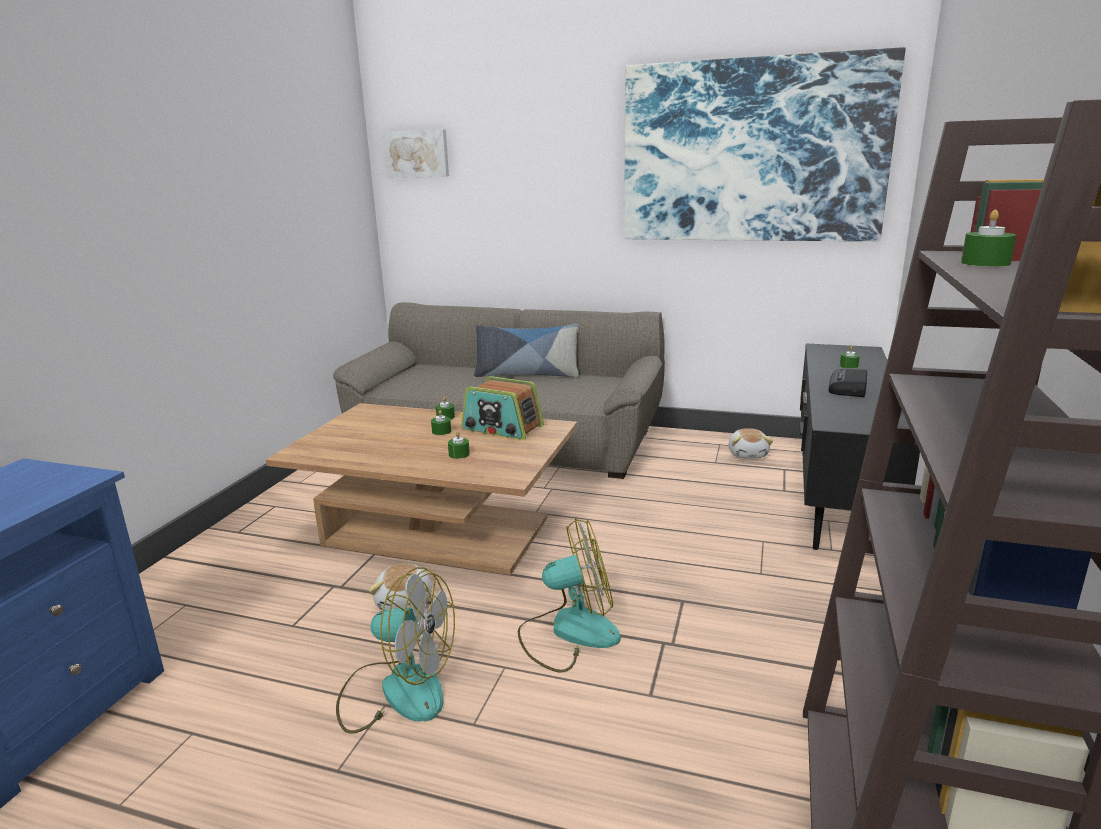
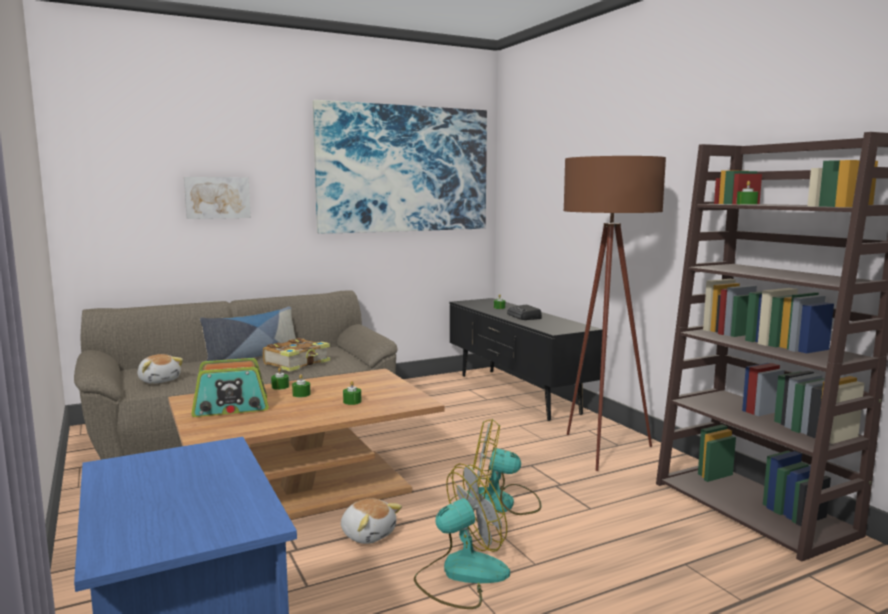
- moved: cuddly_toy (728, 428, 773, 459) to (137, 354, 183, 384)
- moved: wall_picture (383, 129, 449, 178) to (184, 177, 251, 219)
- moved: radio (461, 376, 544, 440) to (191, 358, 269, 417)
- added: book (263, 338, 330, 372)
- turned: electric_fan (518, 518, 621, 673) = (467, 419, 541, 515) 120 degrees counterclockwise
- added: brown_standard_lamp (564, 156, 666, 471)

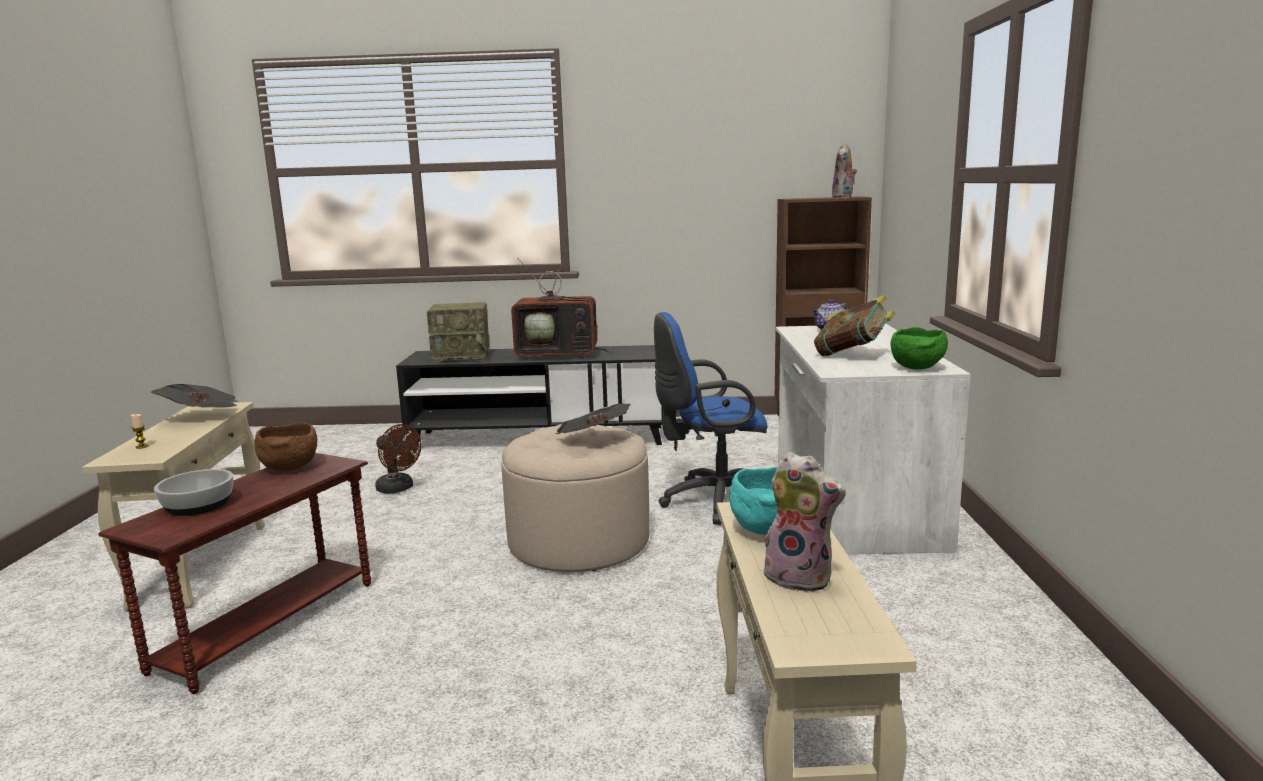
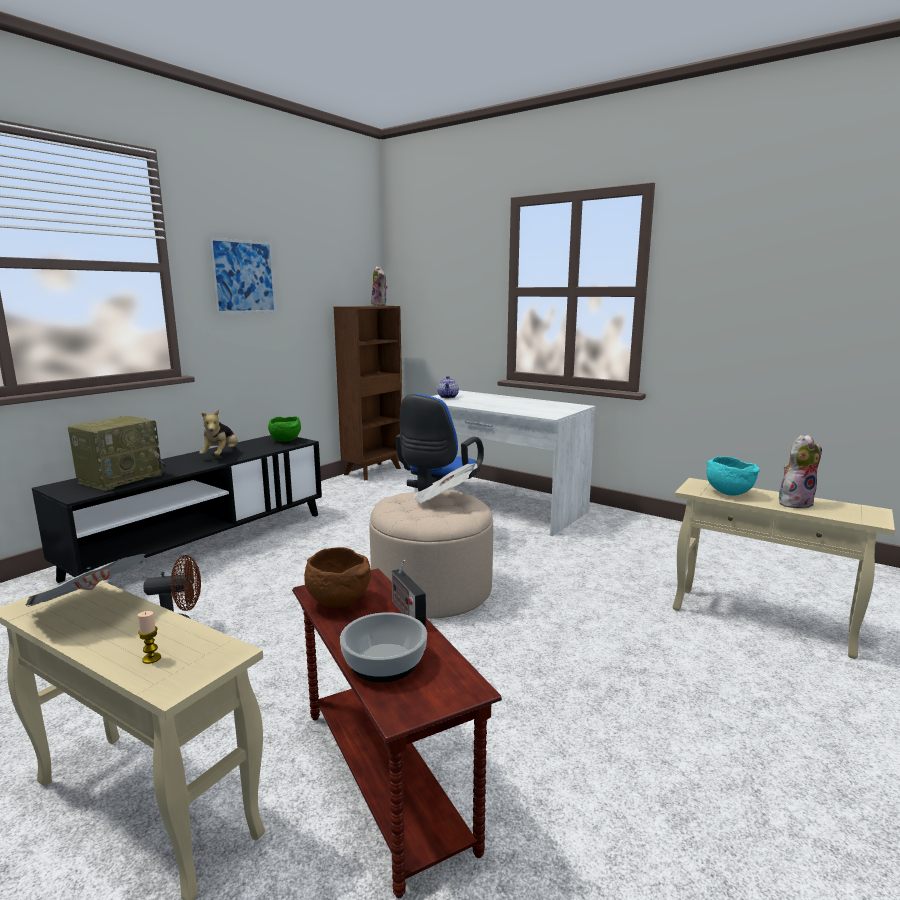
- replaced: TV (511, 249, 612, 360) to cuddly_toy (199, 409, 238, 456)
- added: wall_picture (209, 238, 276, 314)
- moved: greenish_bowl (891, 327, 948, 370) to (268, 416, 301, 442)
- added: radio (391, 560, 426, 627)
- removed: book (814, 295, 895, 356)

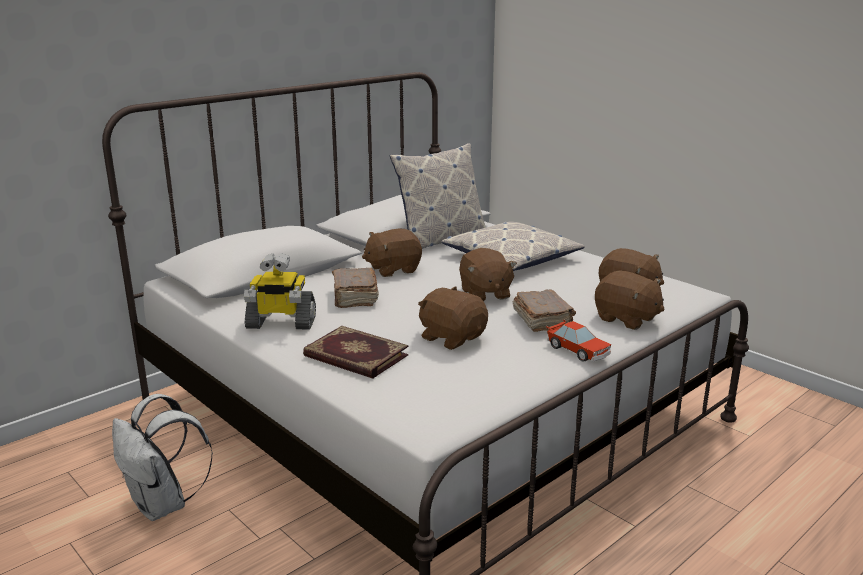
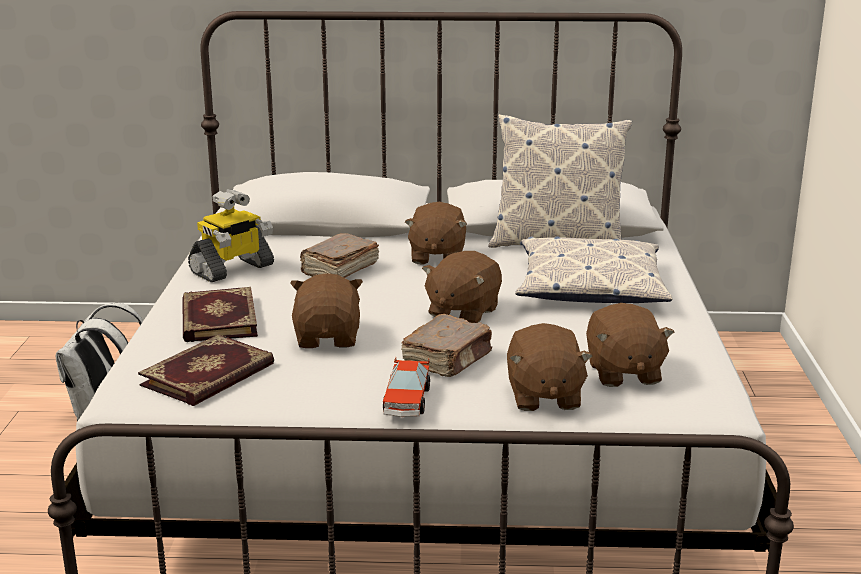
- added: book (138, 334, 274, 406)
- turned: model_robot (244, 253, 316, 330) = (188, 189, 274, 282) 90 degrees counterclockwise
- turned: brown_cuddly_toy (362, 229, 422, 277) = (405, 202, 467, 264) 105 degrees counterclockwise

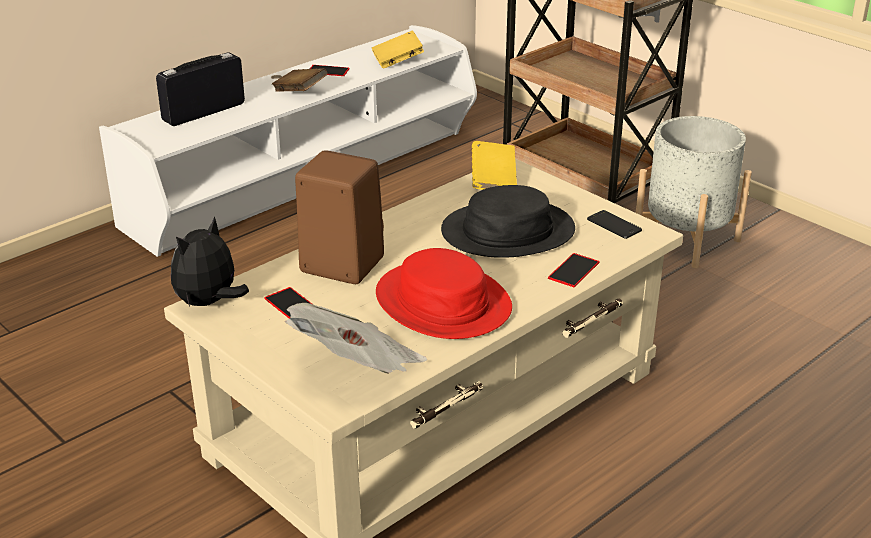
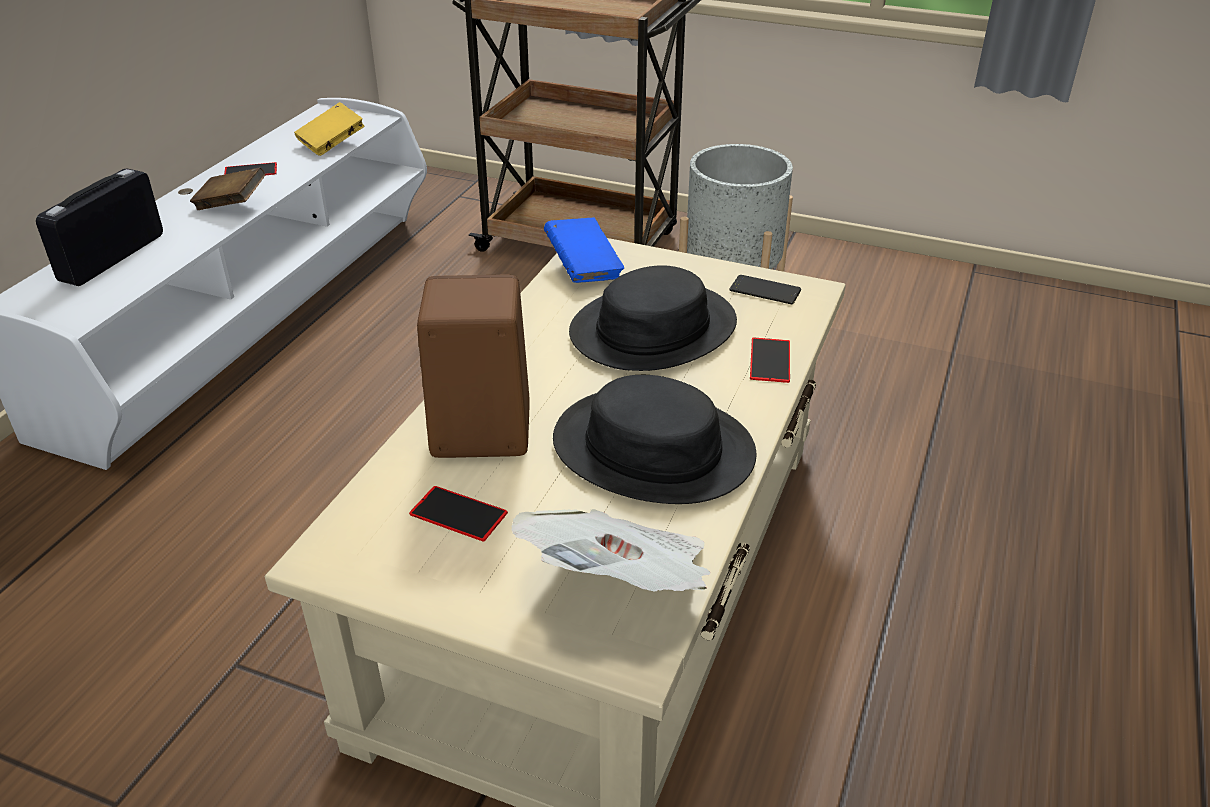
- recoloured: yellowish_book (472, 141, 517, 190) to bluish_book (544, 217, 624, 283)
- recoloured: red_clothing_hat (376, 248, 512, 339) to black-coloured_clothing_hat (553, 375, 756, 504)
- removed: cuddly_toy (171, 217, 249, 307)

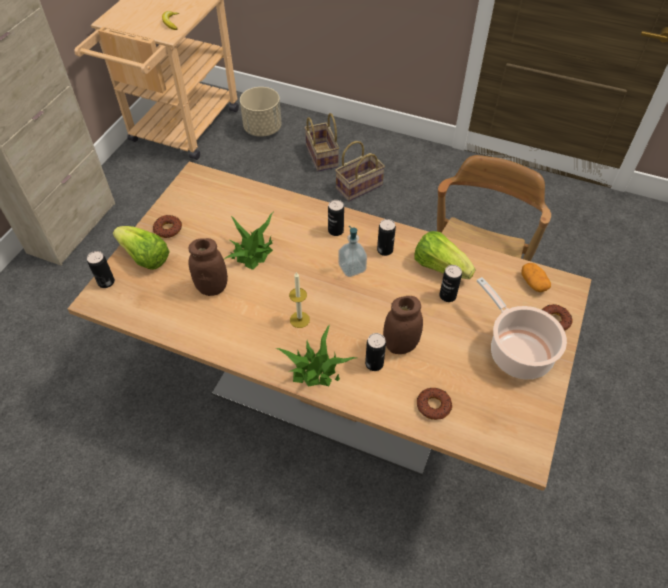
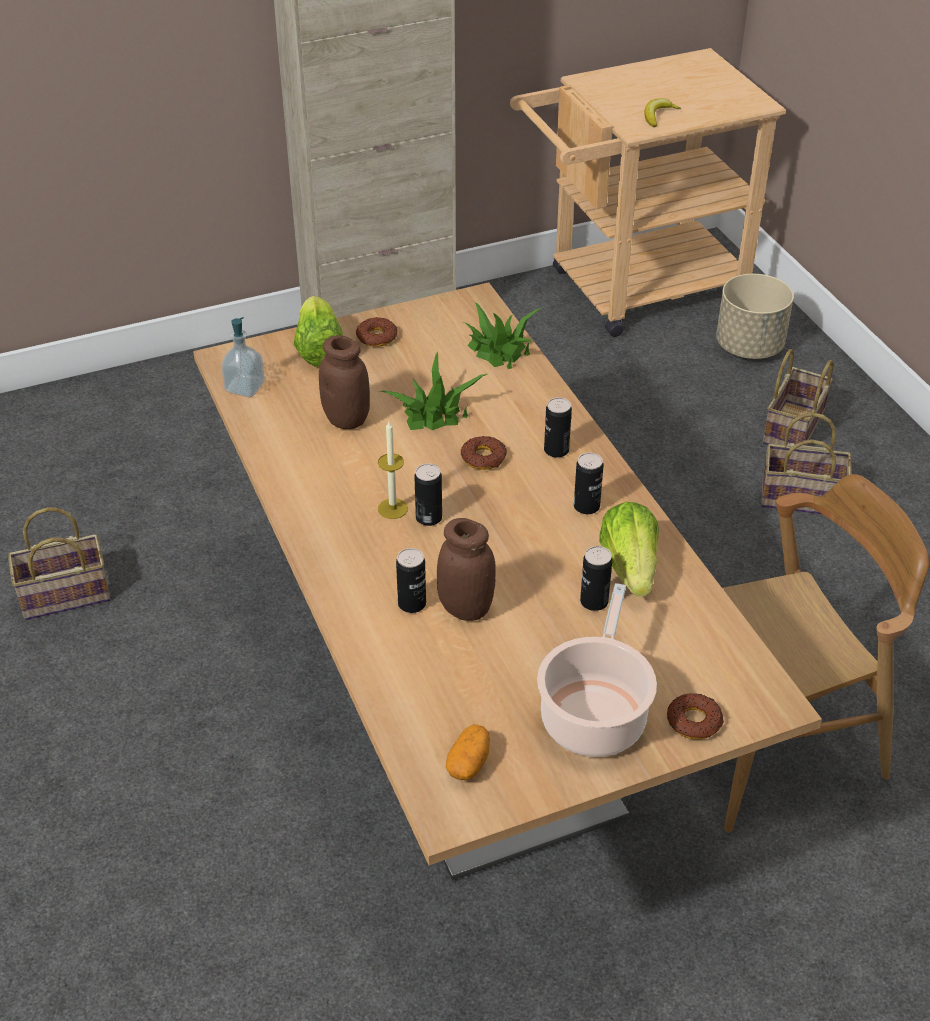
- added: household_basket (8, 507, 110, 620)
- moved: soap_dispenser (339, 226, 367, 277) to (221, 317, 265, 397)
- moved: can (87, 251, 115, 288) to (414, 464, 442, 526)
- moved: whole_potato (521, 263, 551, 292) to (446, 724, 490, 780)
- moved: doughnut (417, 388, 453, 420) to (461, 436, 507, 470)
- moved: houseplant (276, 324, 356, 387) to (464, 302, 541, 369)

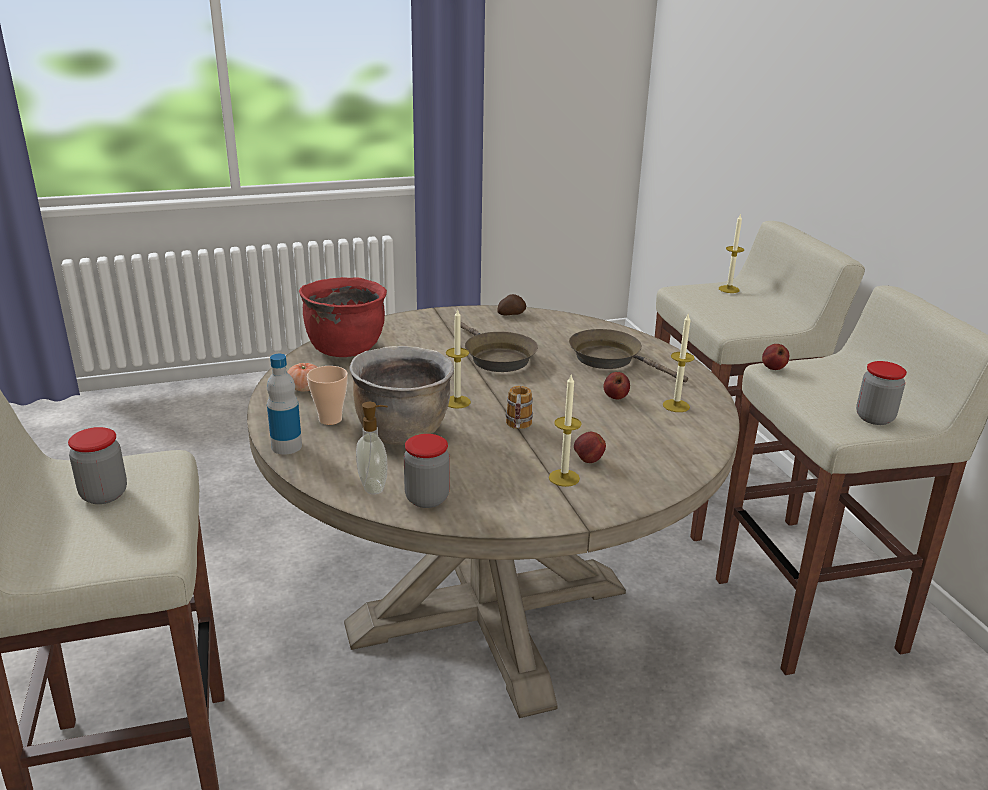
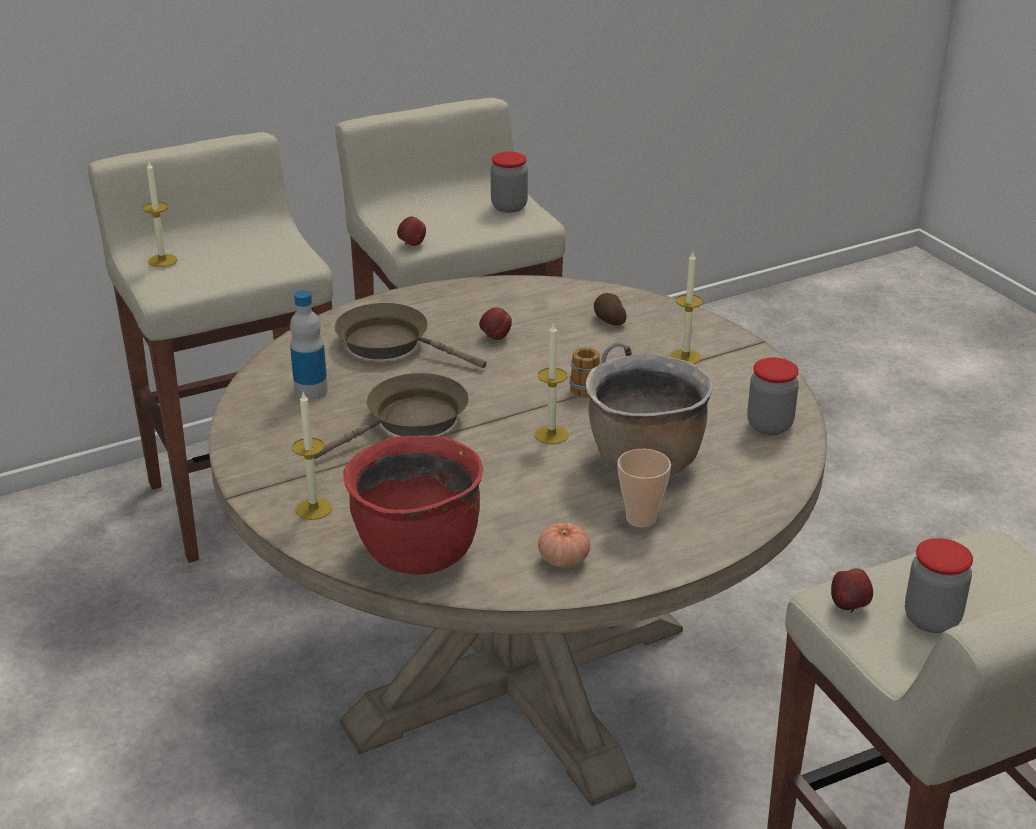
- moved: beverage_bottle (267, 354, 302, 455) to (290, 290, 328, 400)
- moved: wax_light (663, 314, 695, 412) to (292, 392, 332, 520)
- turned: brown_frying_pan (569, 329, 688, 383) = (334, 303, 486, 368) 90 degrees clockwise
- moved: whole_potato (497, 294, 526, 315) to (594, 293, 627, 325)
- moved: apple_fruit (574, 432, 606, 463) to (831, 568, 873, 613)
- removed: soap_dispenser (356, 402, 388, 495)

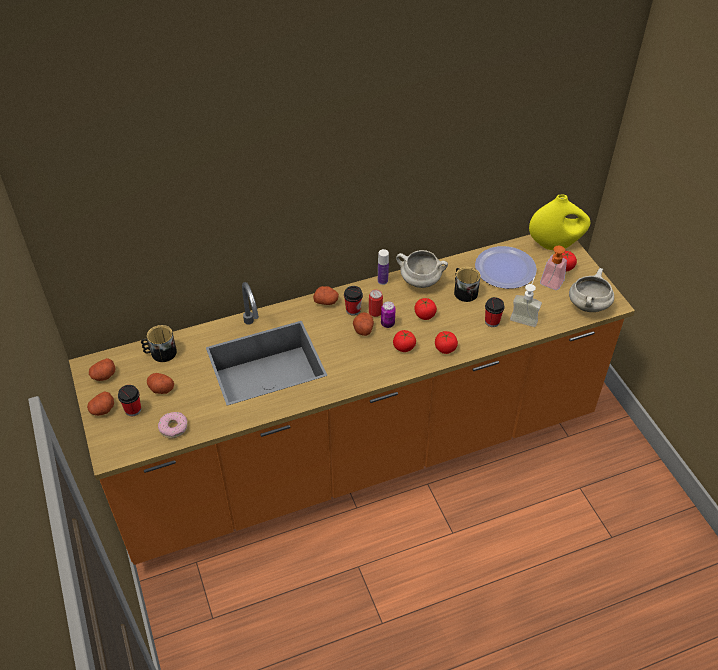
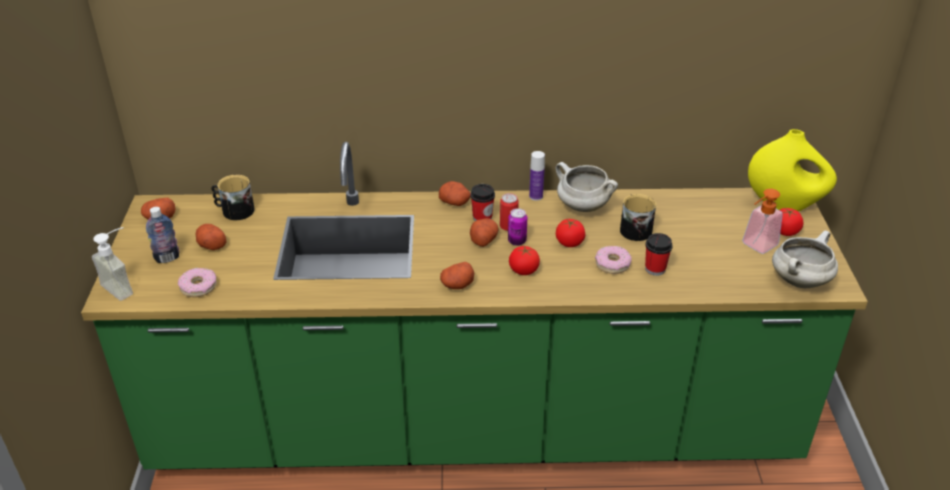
- recoloured: orangey_kitchen_counter (69, 234, 635, 565) to greenish_kitchen_counter (81, 142, 868, 470)
- moved: soap_dispenser (510, 277, 542, 327) to (92, 227, 133, 301)
- replaced: small_cup (118, 385, 141, 416) to beverage_bottle (146, 207, 180, 263)
- moved: whole_potato (87, 391, 114, 416) to (440, 262, 474, 289)
- added: doughnut (595, 246, 632, 274)
- removed: fresh_tomato (435, 331, 458, 354)
- removed: flat_dish (475, 246, 537, 289)

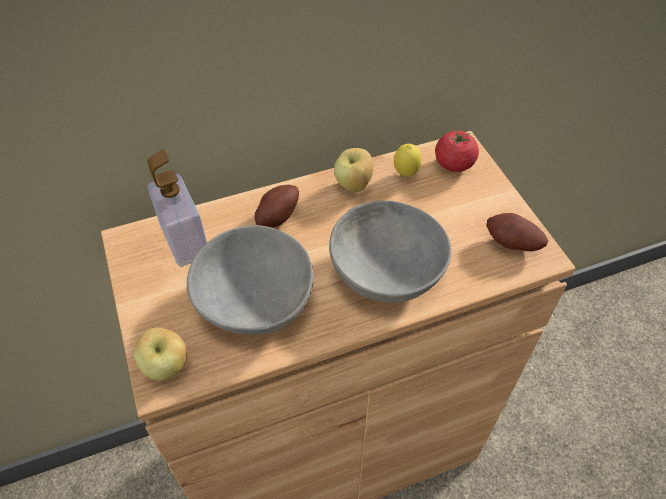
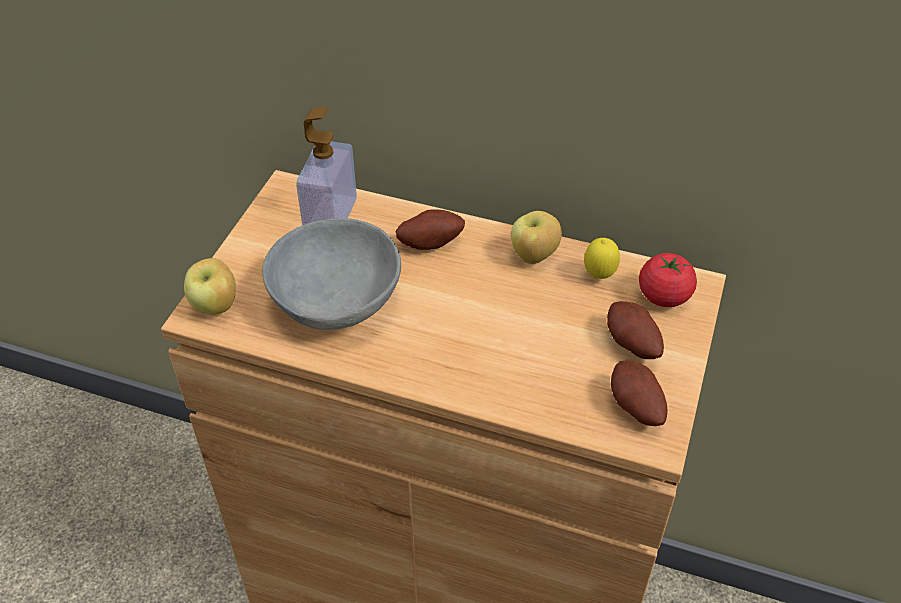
- added: whole_potato (607, 301, 664, 359)
- removed: greyish_bowl (329, 201, 451, 303)

